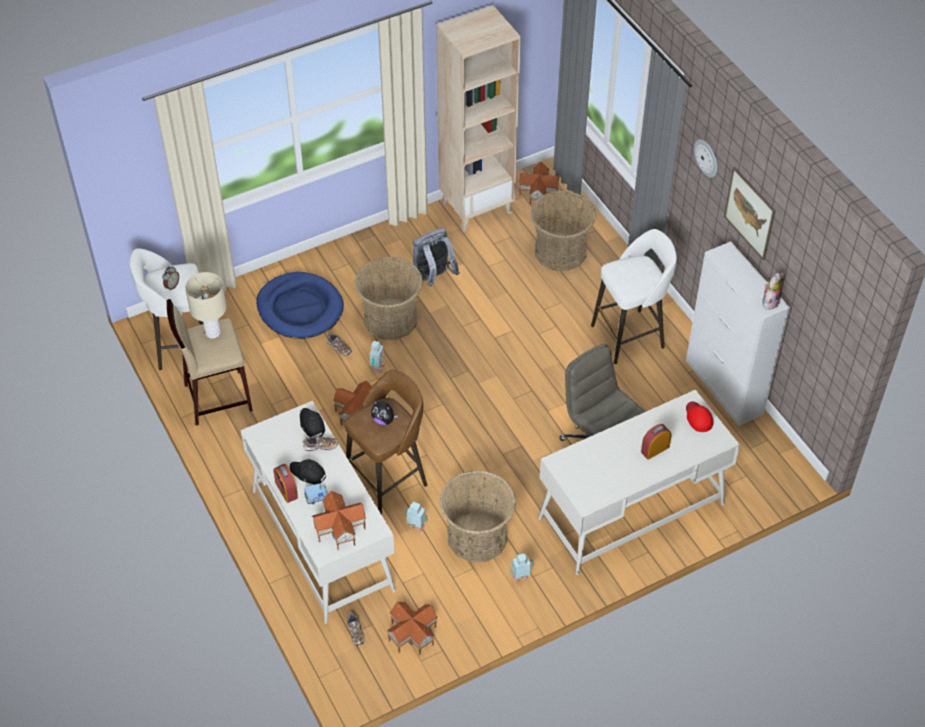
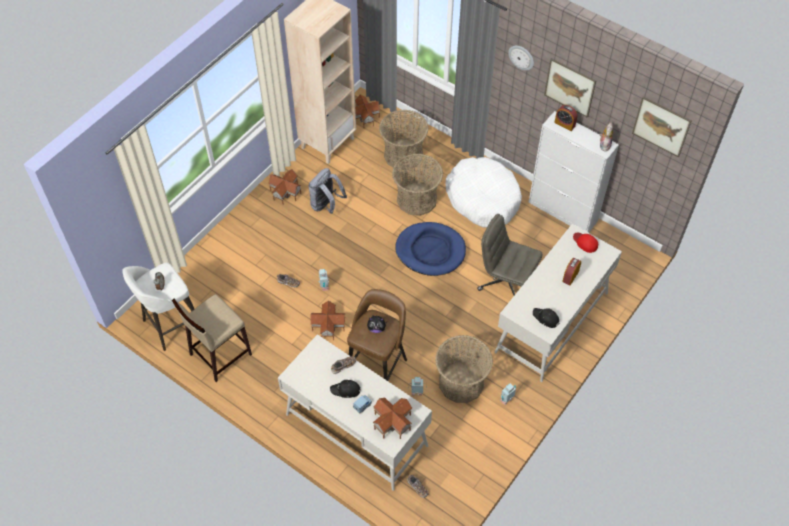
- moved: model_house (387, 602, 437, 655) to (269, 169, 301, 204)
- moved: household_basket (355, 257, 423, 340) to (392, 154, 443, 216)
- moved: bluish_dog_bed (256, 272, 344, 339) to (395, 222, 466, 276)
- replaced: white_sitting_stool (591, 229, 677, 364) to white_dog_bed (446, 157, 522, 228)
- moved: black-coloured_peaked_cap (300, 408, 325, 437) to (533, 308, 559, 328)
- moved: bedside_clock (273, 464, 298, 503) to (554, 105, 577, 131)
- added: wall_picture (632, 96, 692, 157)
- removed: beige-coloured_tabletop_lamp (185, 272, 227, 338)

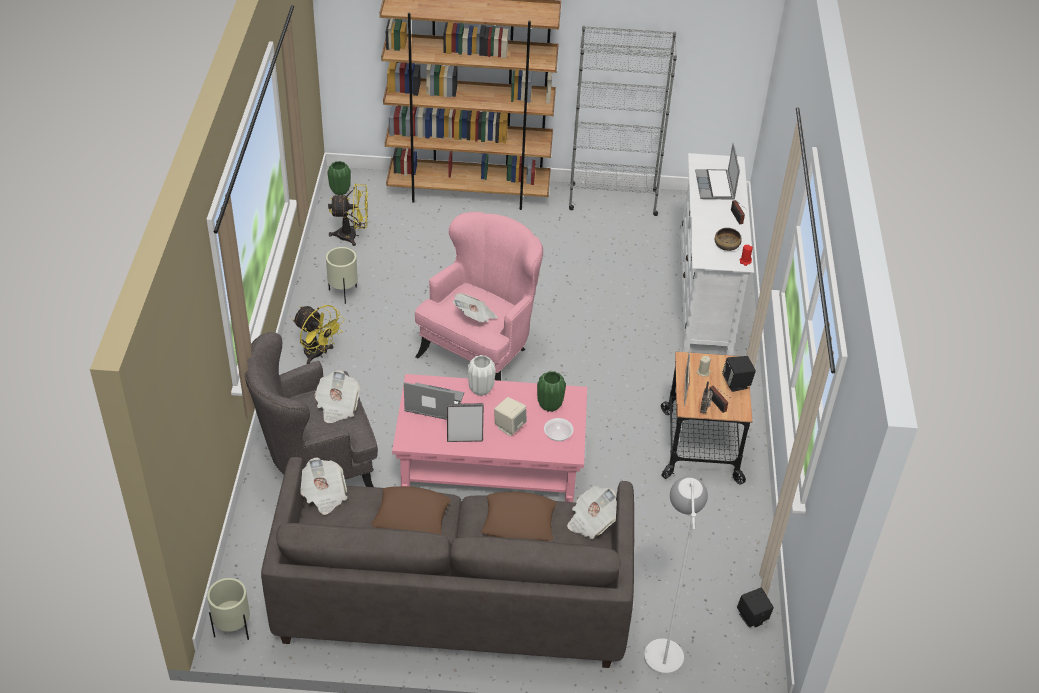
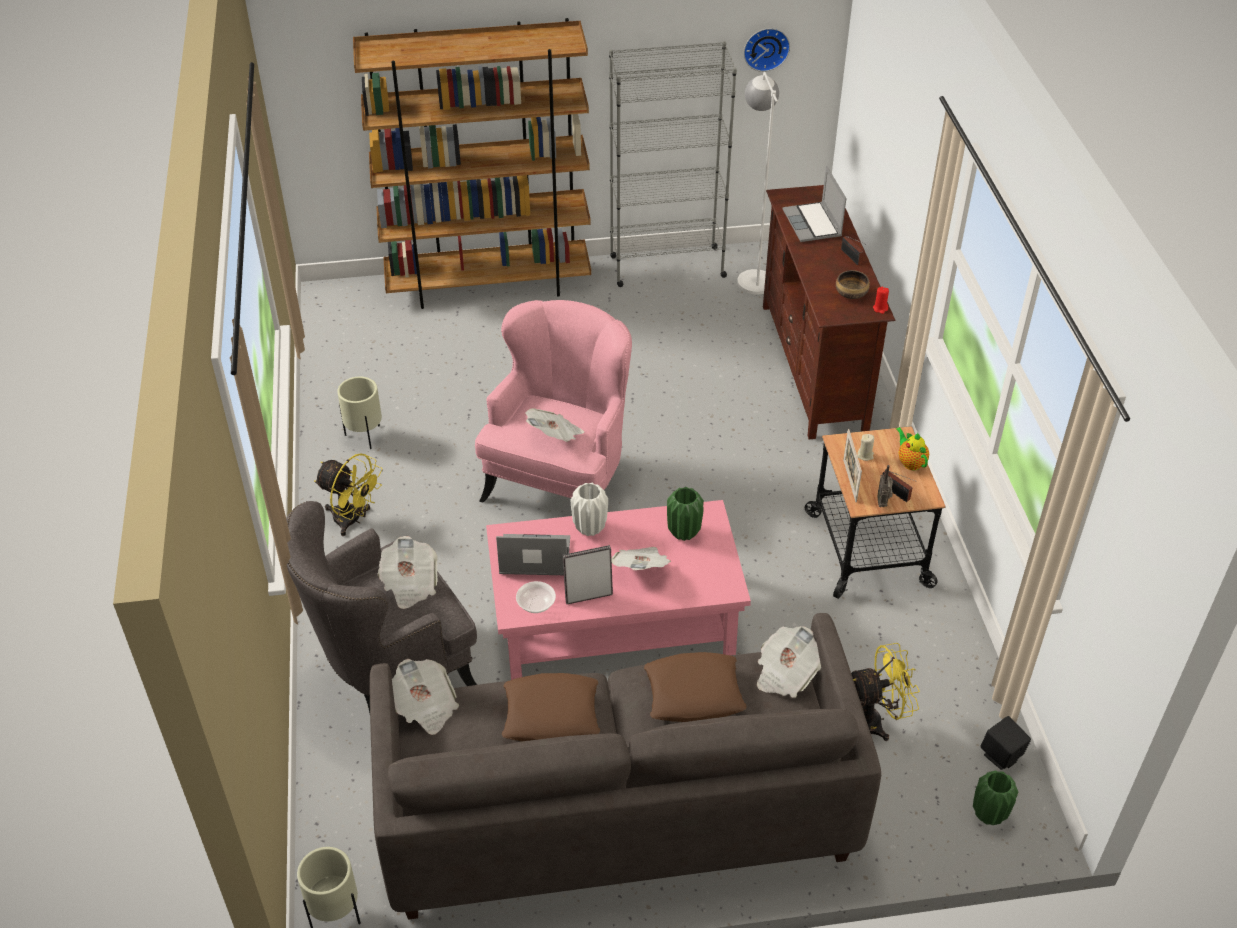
- moved: bowl (544, 418, 573, 441) to (516, 581, 556, 613)
- replaced: beige-coloured_loudspeaker (494, 397, 527, 436) to printed_paper (611, 547, 671, 570)
- moved: white_standard_lamp (644, 477, 708, 675) to (737, 72, 779, 295)
- added: hanging_clock (744, 28, 790, 72)
- recoloured: white_media_console (679, 153, 754, 355) to brown_media_console (763, 185, 895, 439)
- moved: yellowish_electric_fan (328, 183, 368, 246) to (851, 643, 920, 741)
- replaced: black-coloured_loudspeaker (722, 356, 756, 392) to tea_pot (896, 427, 929, 470)
- moved: greenish_flower_vase (327, 161, 351, 195) to (973, 771, 1018, 825)

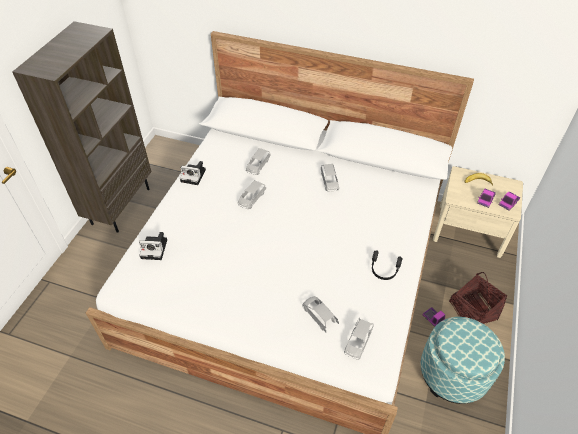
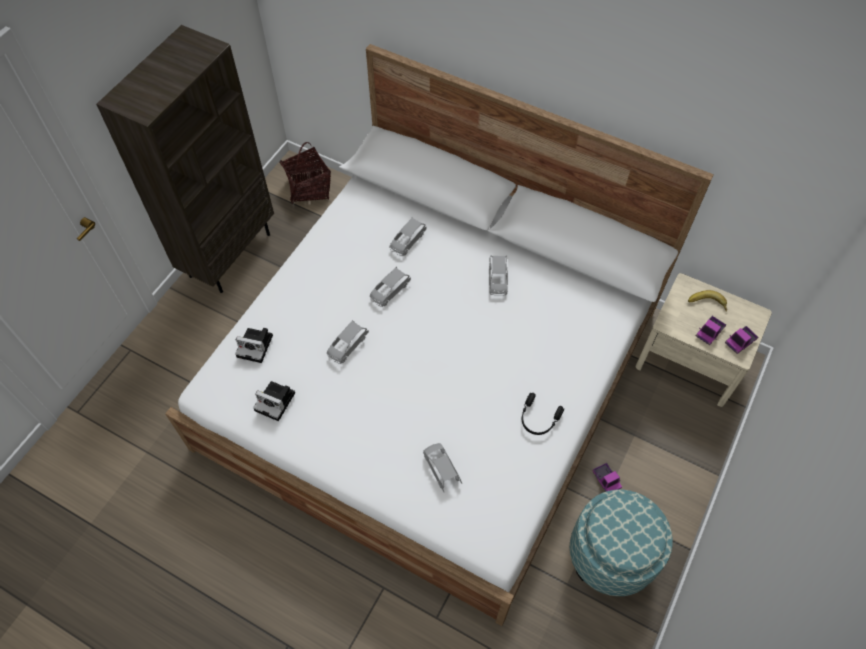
- moved: still_camera (180, 161, 206, 185) to (253, 381, 295, 421)
- moved: household_basket (449, 272, 507, 324) to (280, 142, 331, 204)
- moved: greyish_miniature_car (344, 318, 374, 360) to (327, 320, 369, 364)

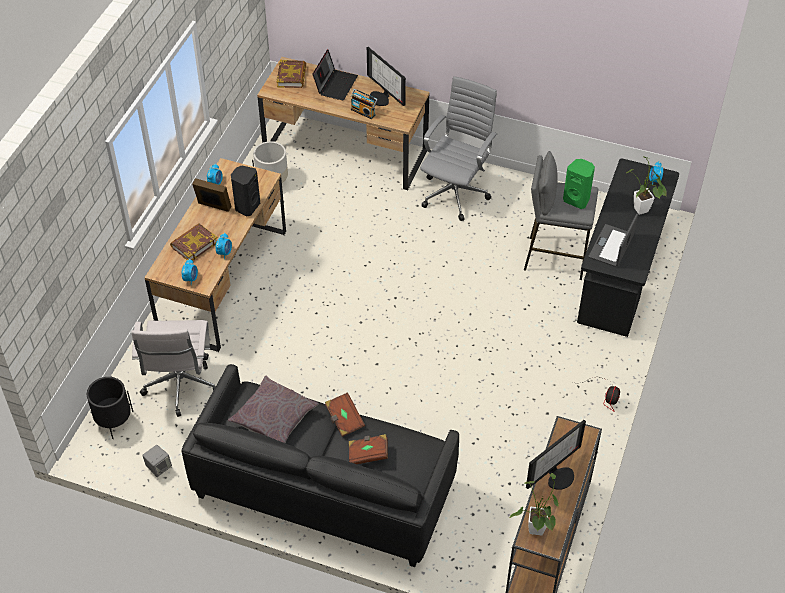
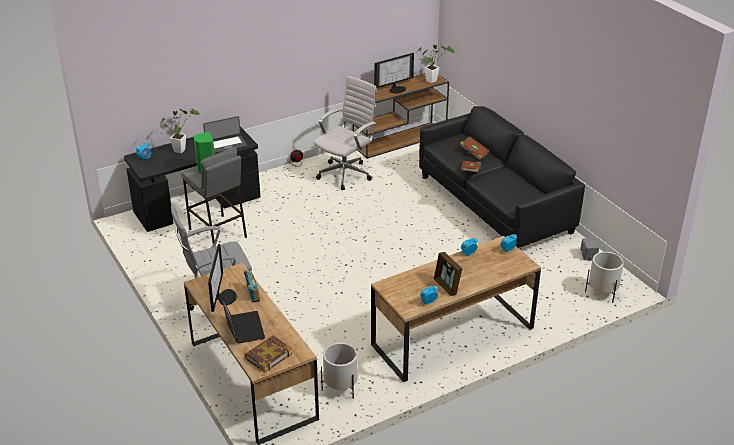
- turned: laptop (312, 50, 358, 101) = (221, 296, 265, 343) 105 degrees clockwise
- moved: white_computer_chair (131, 320, 215, 417) to (313, 76, 377, 190)
- turned: monitor (526, 420, 586, 490) = (374, 53, 414, 94) 150 degrees clockwise
- recoloured: black-coloured_flower_pot (87, 377, 133, 439) to white_flower_pot (585, 252, 624, 303)
- removed: book (170, 223, 218, 261)
- removed: greyish_cushion (228, 376, 319, 443)
- removed: black-coloured_loudspeaker (231, 166, 260, 217)

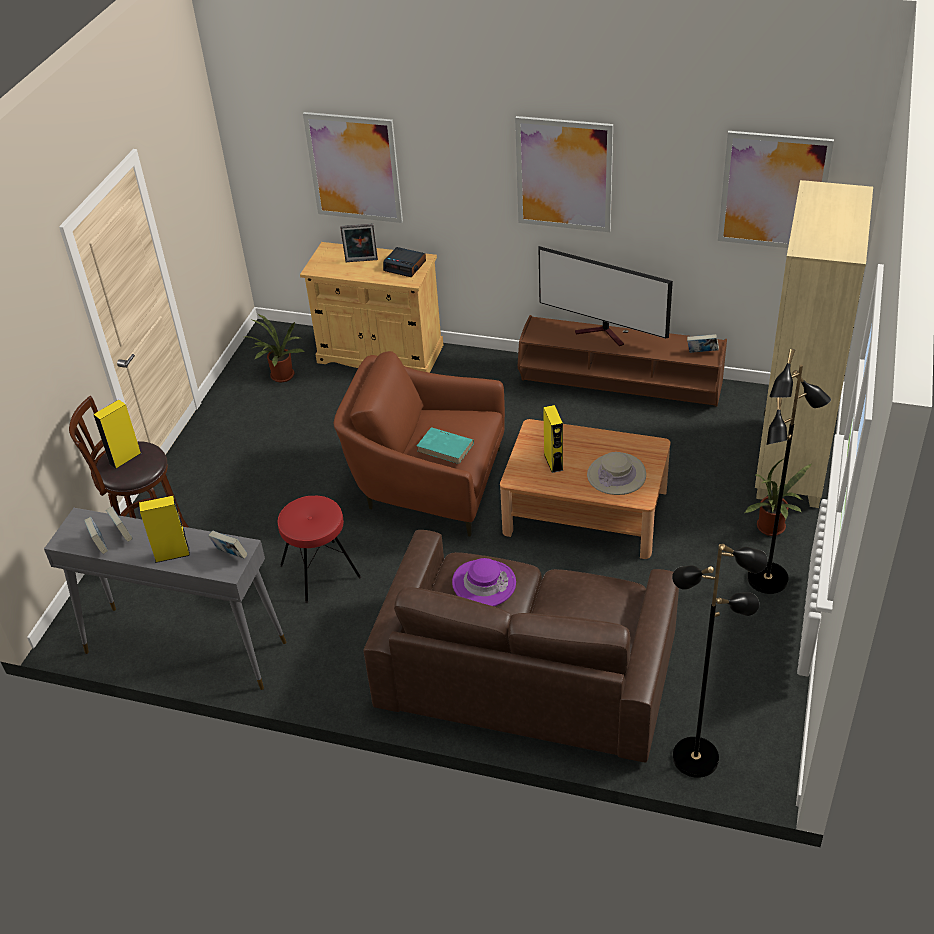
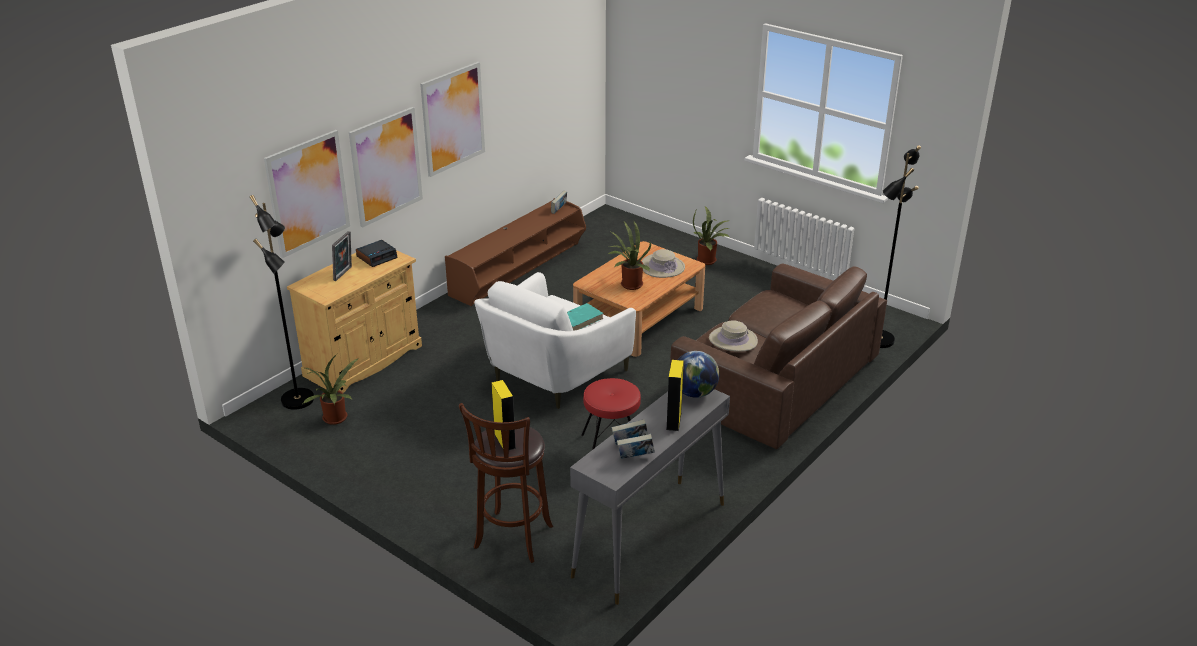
- moved: black-coloured_standard_lamp (747, 349, 831, 594) to (250, 195, 314, 410)
- moved: wall_picture (718, 131, 834, 248) to (349, 107, 423, 228)
- recoloured: brown_lounge_chair (334, 351, 505, 537) to white_lounge_chair (474, 272, 636, 409)
- replaced: yellowish_loudspeaker (543, 405, 563, 473) to houseplant (608, 220, 651, 290)
- replaced: book (208, 531, 248, 559) to desk_globe (678, 351, 719, 398)
- recoloured: purple_clothing_hat (452, 558, 516, 606) to beige-coloured_clothing_hat (709, 320, 758, 352)
- removed: TV (538, 246, 673, 346)
- removed: beige-coloured_shelving_unit (755, 180, 873, 508)

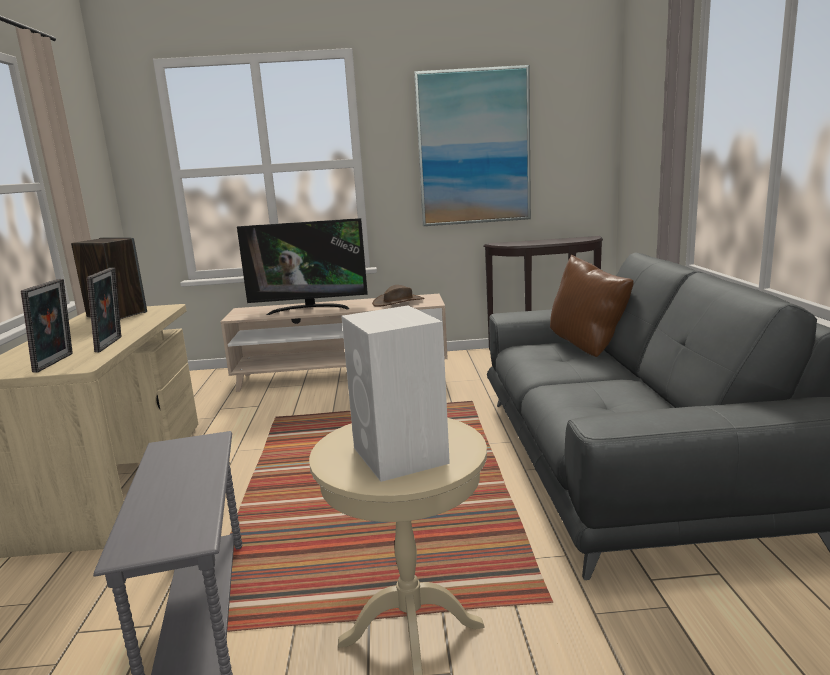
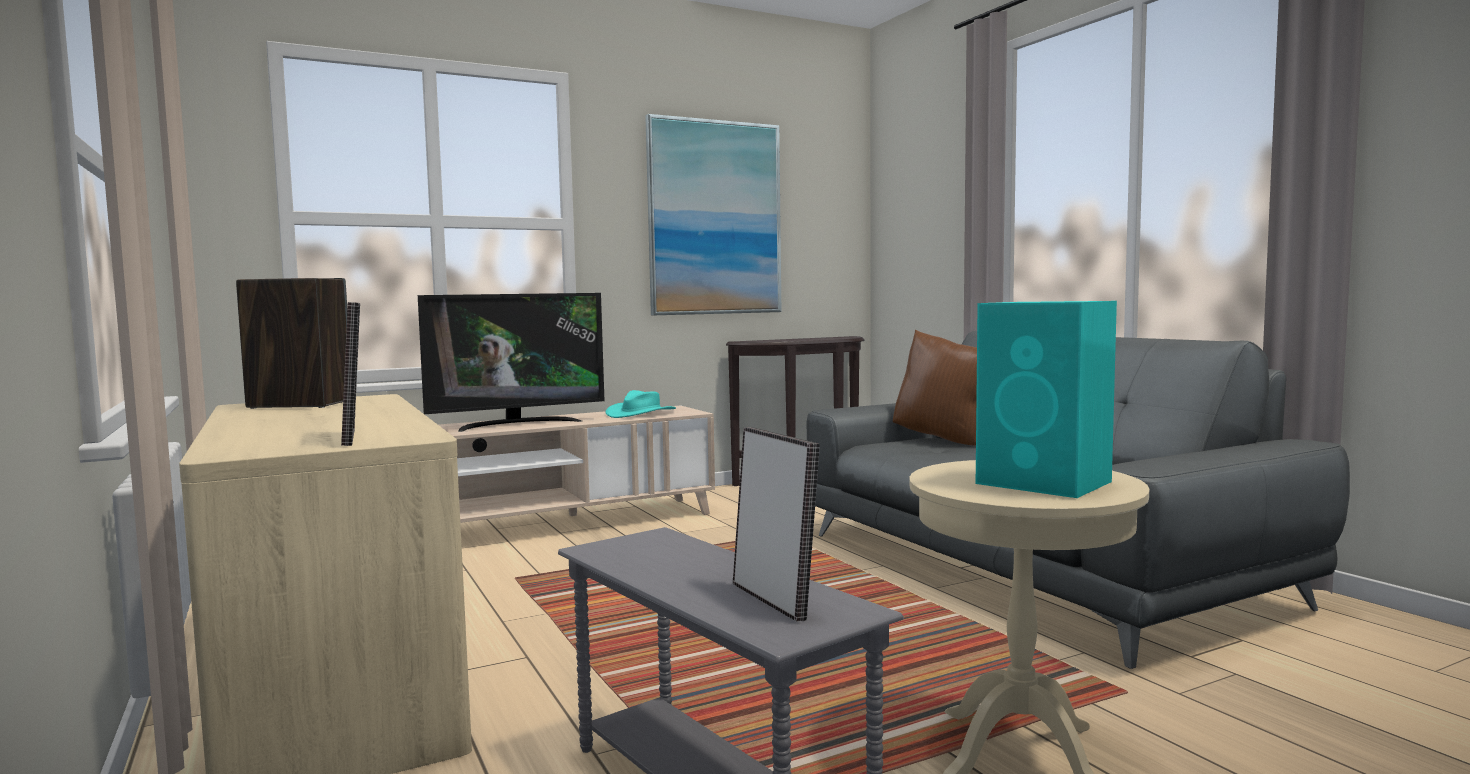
- recoloured: brown_clothing_hat (372, 285, 425, 307) to blue-green_clothing_hat (606, 390, 676, 418)
- moved: photo_frame (87, 268, 121, 352) to (733, 427, 820, 622)
- recoloured: white_loudspeaker (341, 305, 450, 482) to blue-green_loudspeaker (976, 301, 1117, 498)

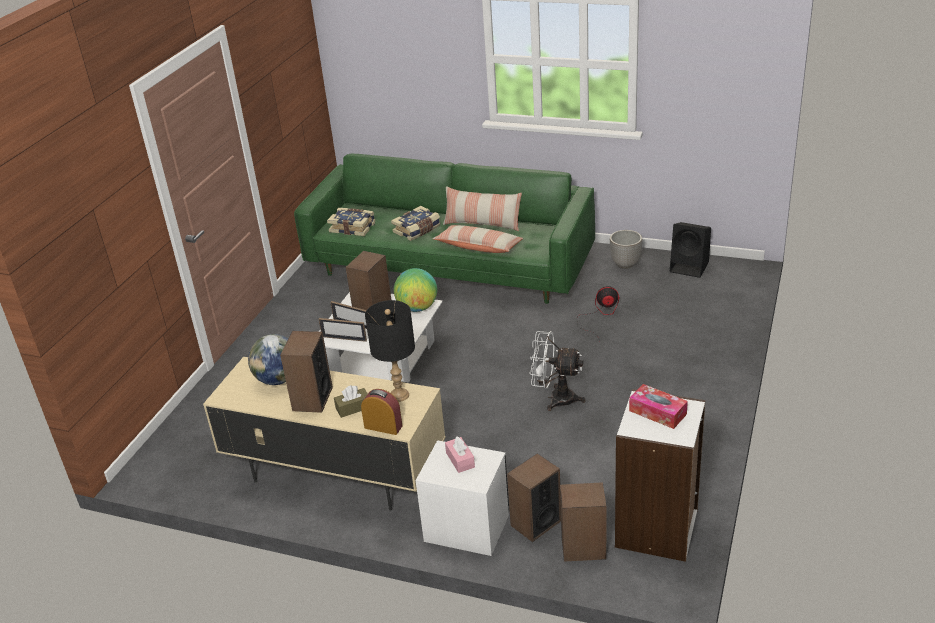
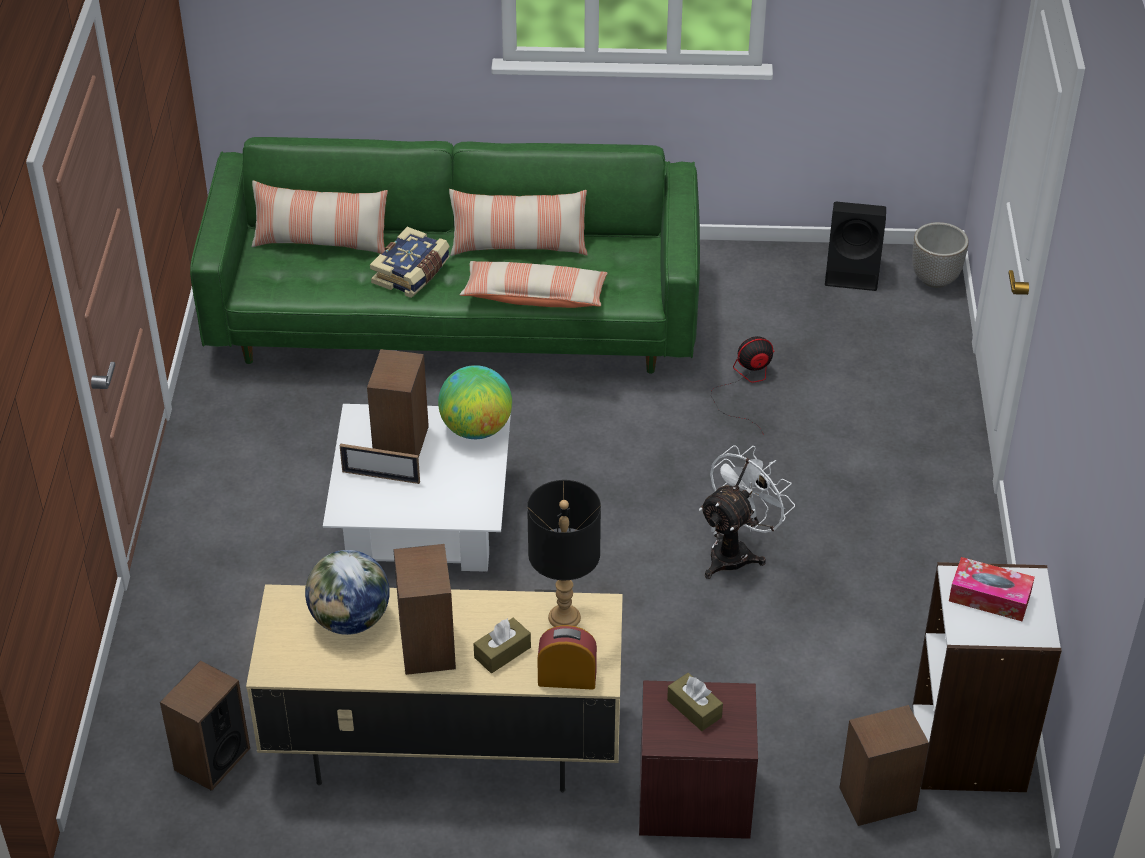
- moved: loudspeaker (507, 453, 561, 542) to (160, 660, 250, 791)
- added: cushion (252, 180, 388, 254)
- recoloured: white_bedside_table (416, 440, 509, 556) to brown_bedside_table (639, 680, 758, 839)
- recoloured: pink_tissue_holder (445, 436, 475, 473) to brown_tissue_holder (667, 673, 723, 731)
- turned: white_electric_fan (529, 331, 585, 411) = (699, 445, 795, 579) 135 degrees clockwise
- moved: flower_pot (610, 230, 642, 269) to (913, 222, 968, 288)
- removed: photo_frame (319, 318, 367, 342)
- removed: book (327, 208, 375, 236)

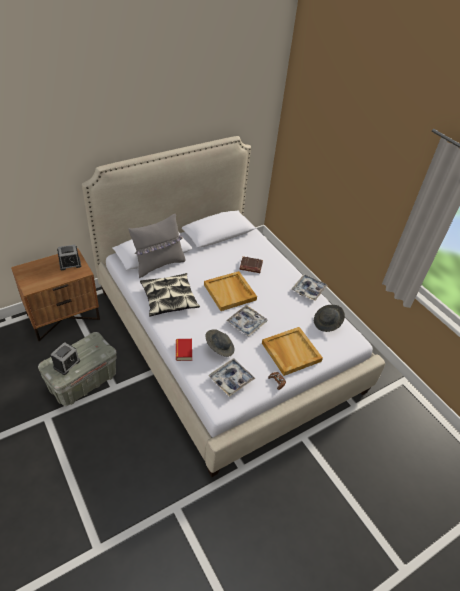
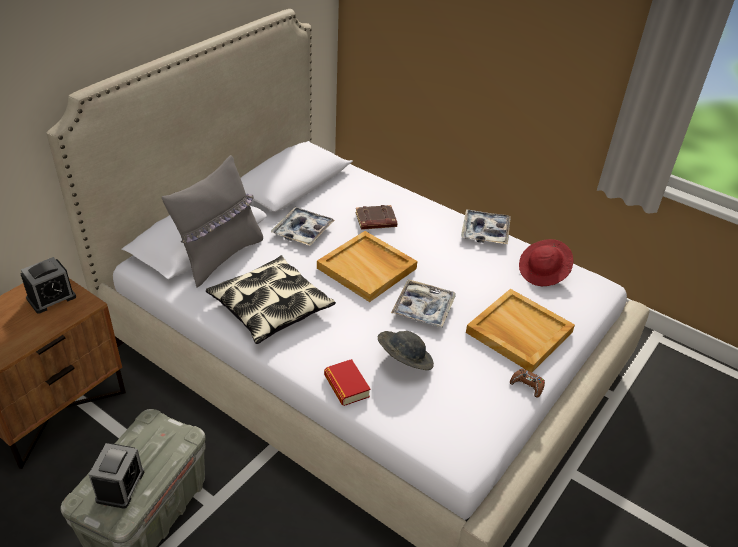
- moved: tray (209, 358, 255, 397) to (271, 207, 335, 246)
- recoloured: greyish_clothing_hat (314, 305, 345, 332) to red_clothing_hat (519, 239, 573, 286)

